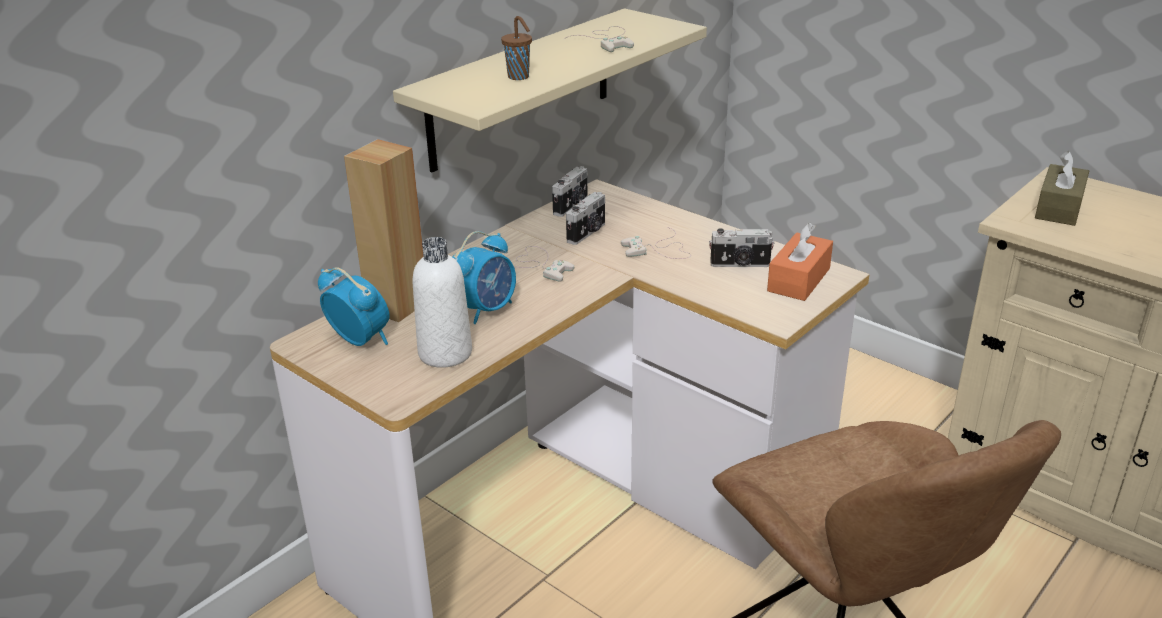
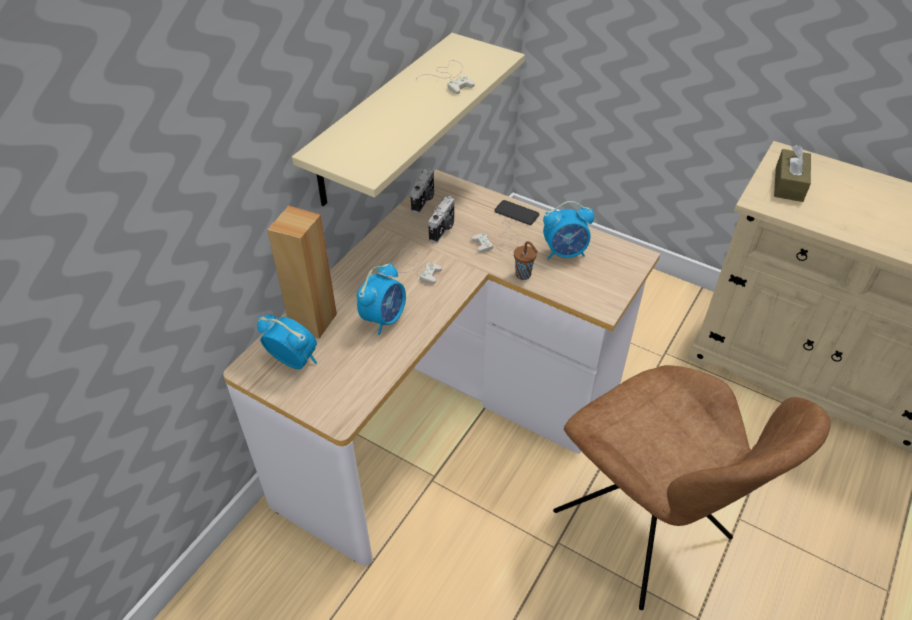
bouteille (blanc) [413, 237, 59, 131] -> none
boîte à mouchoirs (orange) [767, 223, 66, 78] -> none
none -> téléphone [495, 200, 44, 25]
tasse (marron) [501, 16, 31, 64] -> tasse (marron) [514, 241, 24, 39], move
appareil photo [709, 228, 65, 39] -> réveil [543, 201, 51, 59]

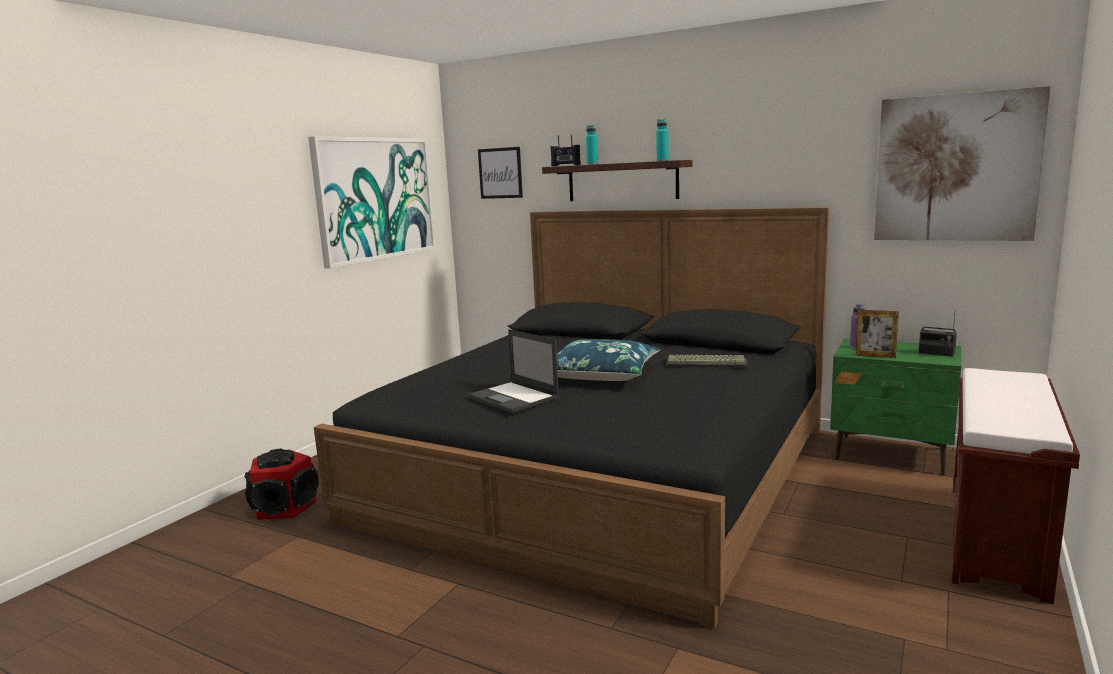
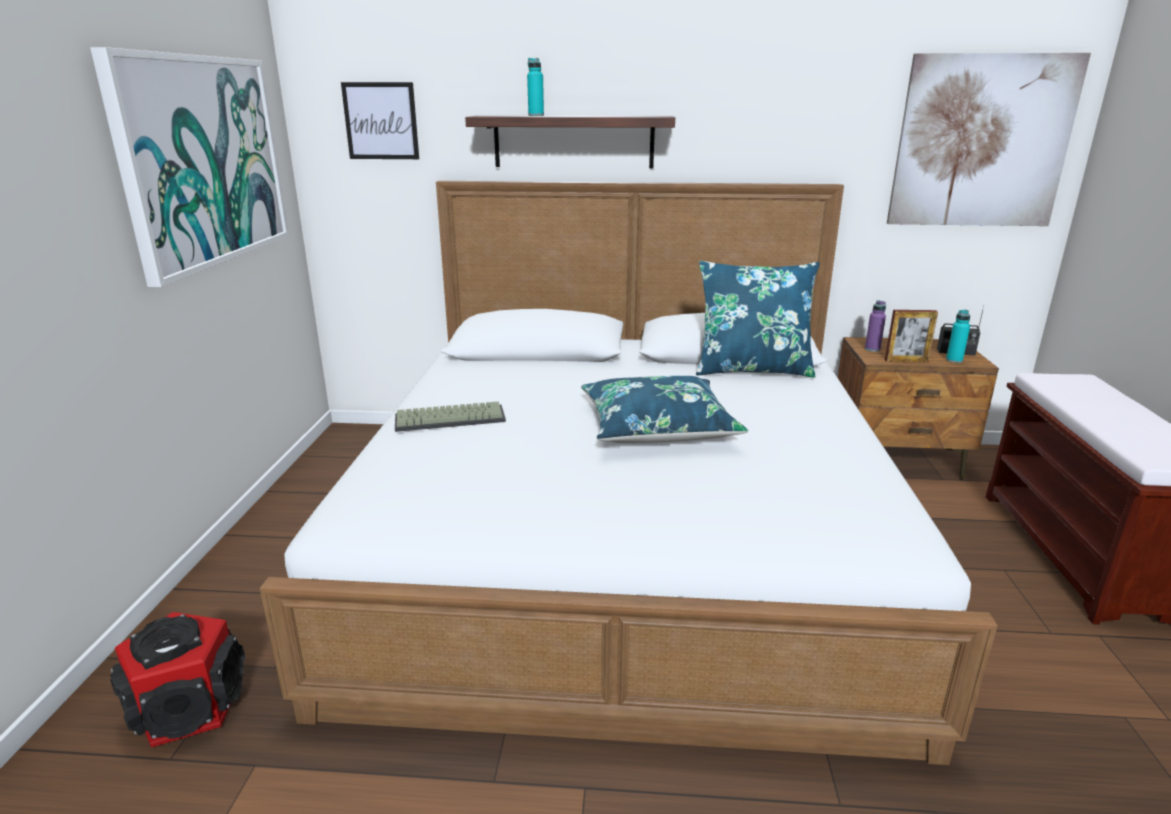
ordinateur portable [467, 329, 92, 84] -> none
radio [551, 134, 30, 32] -> none
none -> coussin (bleu) [696, 261, 124, 117]
bouteille (turquoise) [656, 119, 13, 42] -> bouteille (turquoise) [946, 310, 24, 53], move
clavier [666, 355, 82, 13] -> clavier [395, 402, 111, 30], move
lit (noir) [314, 207, 515, 422] -> lit (blanc) [260, 181, 738, 584]
table de chevet (vert) [830, 338, 131, 137] -> table de chevet (marron) [838, 337, 161, 143]

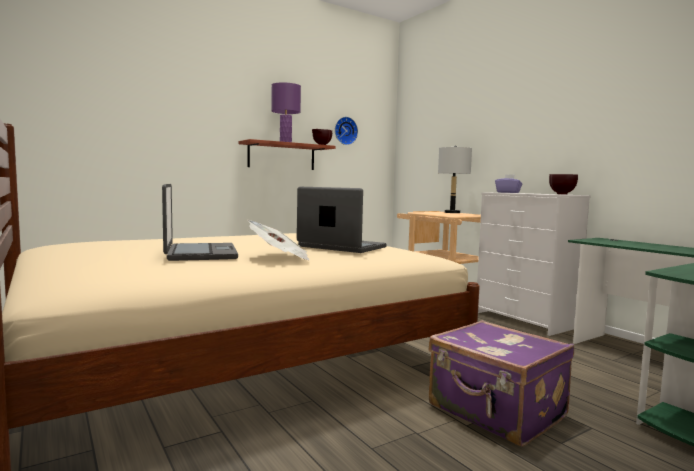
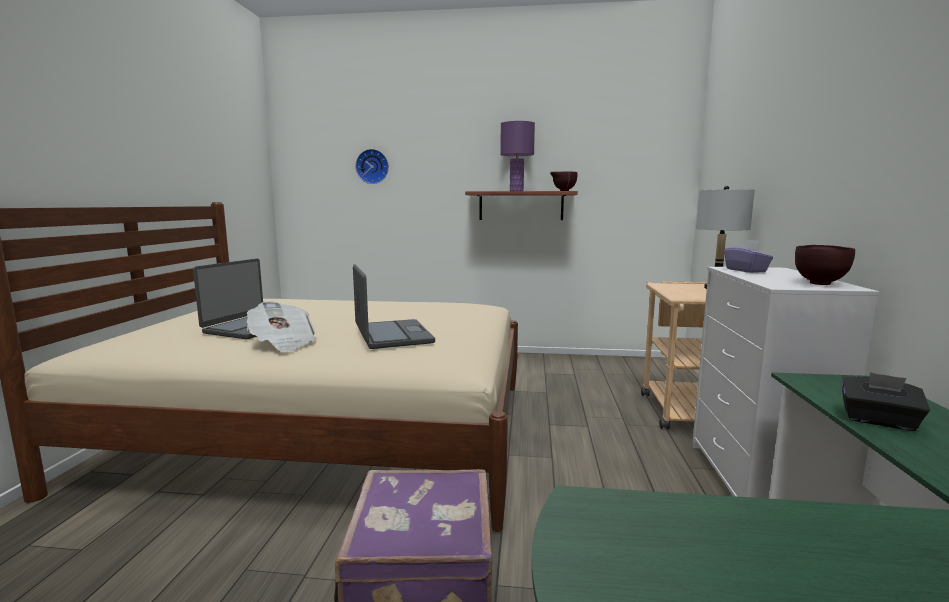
none -> boîte à mouchoirs (noir) [841, 372, 89, 59]
horloge murale [335, 117, 23, 28] -> horloge murale [355, 149, 34, 35], move

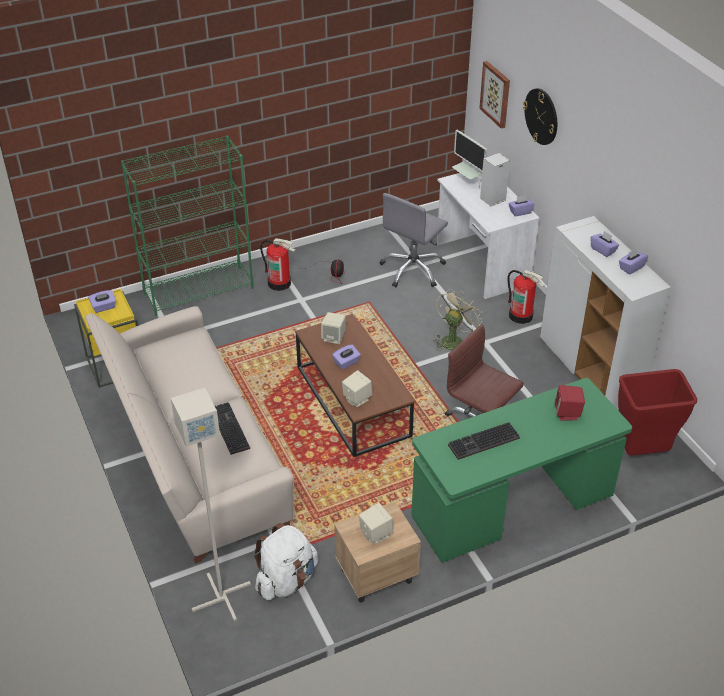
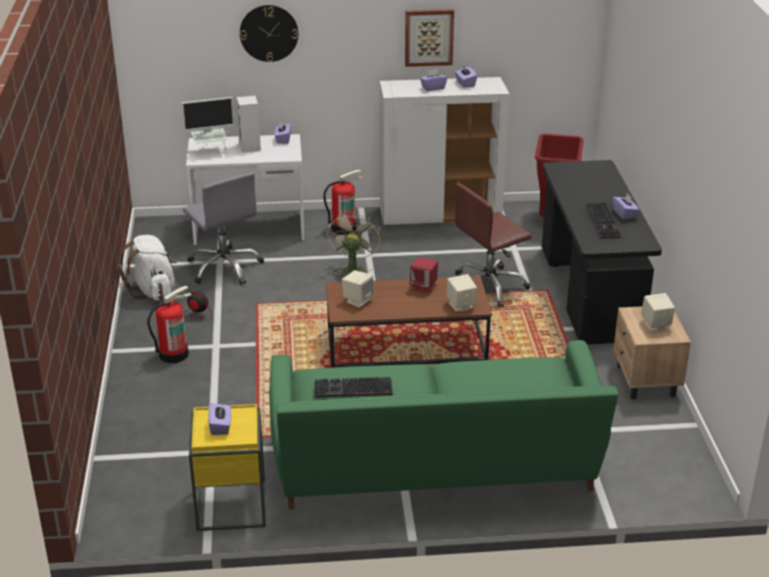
bibliothèque (vert) [121, 136, 132, 180] -> none
lampadaire (gris) [171, 388, 80, 233] -> none
clavier [215, 402, 35, 53] -> clavier [314, 377, 79, 21], move
sac à dos (blanc) [253, 523, 65, 77] -> sac à dos (blanc) [119, 235, 57, 65], move
boîte à mouchoirs (violet) [332, 344, 29, 25] -> boîte à mouchoirs (violet) [613, 193, 26, 27], move
tableau [479, 61, 31, 68] -> tableau [405, 9, 49, 58], move
enceinte (rouge) [554, 385, 31, 35] -> enceinte (rouge) [410, 257, 28, 36], move
canapé (beige) [85, 306, 209, 258] -> canapé (vert) [269, 340, 349, 169]
bureau (vert) [411, 378, 221, 185] -> bureau (noir) [542, 160, 120, 184]
ventilateur (beige) [433, 289, 50, 62] -> ventilateur (beige) [327, 211, 53, 71], 45 degrees clockwise

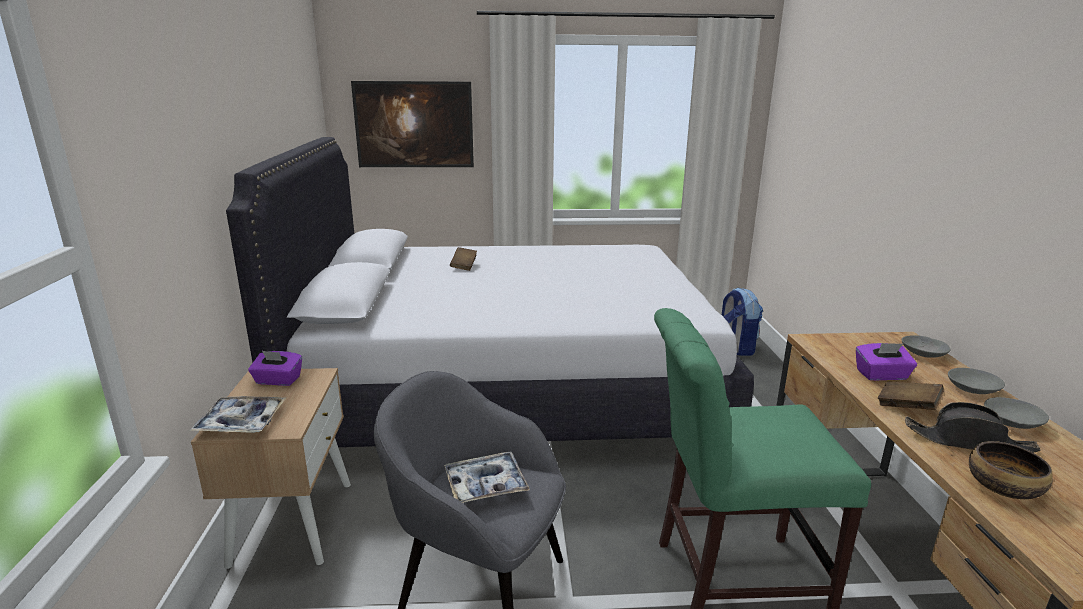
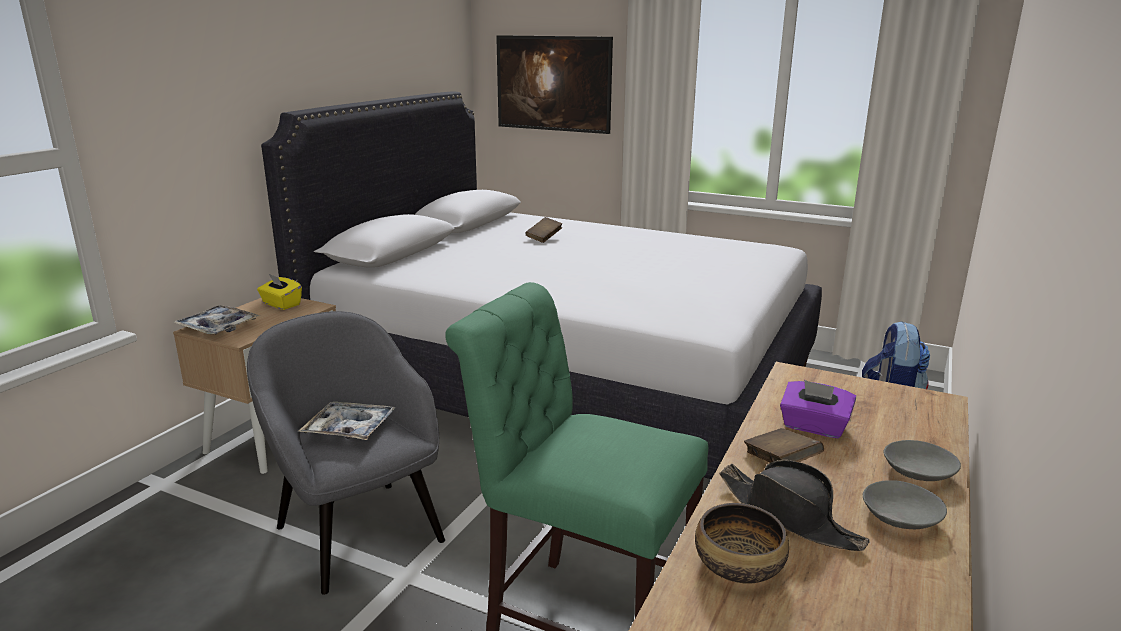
bol (gris) [902, 335, 48, 23] -> none
boîte à mouchoirs (violet) [248, 351, 54, 35] -> boîte à mouchoirs (jaune) [257, 274, 45, 36]

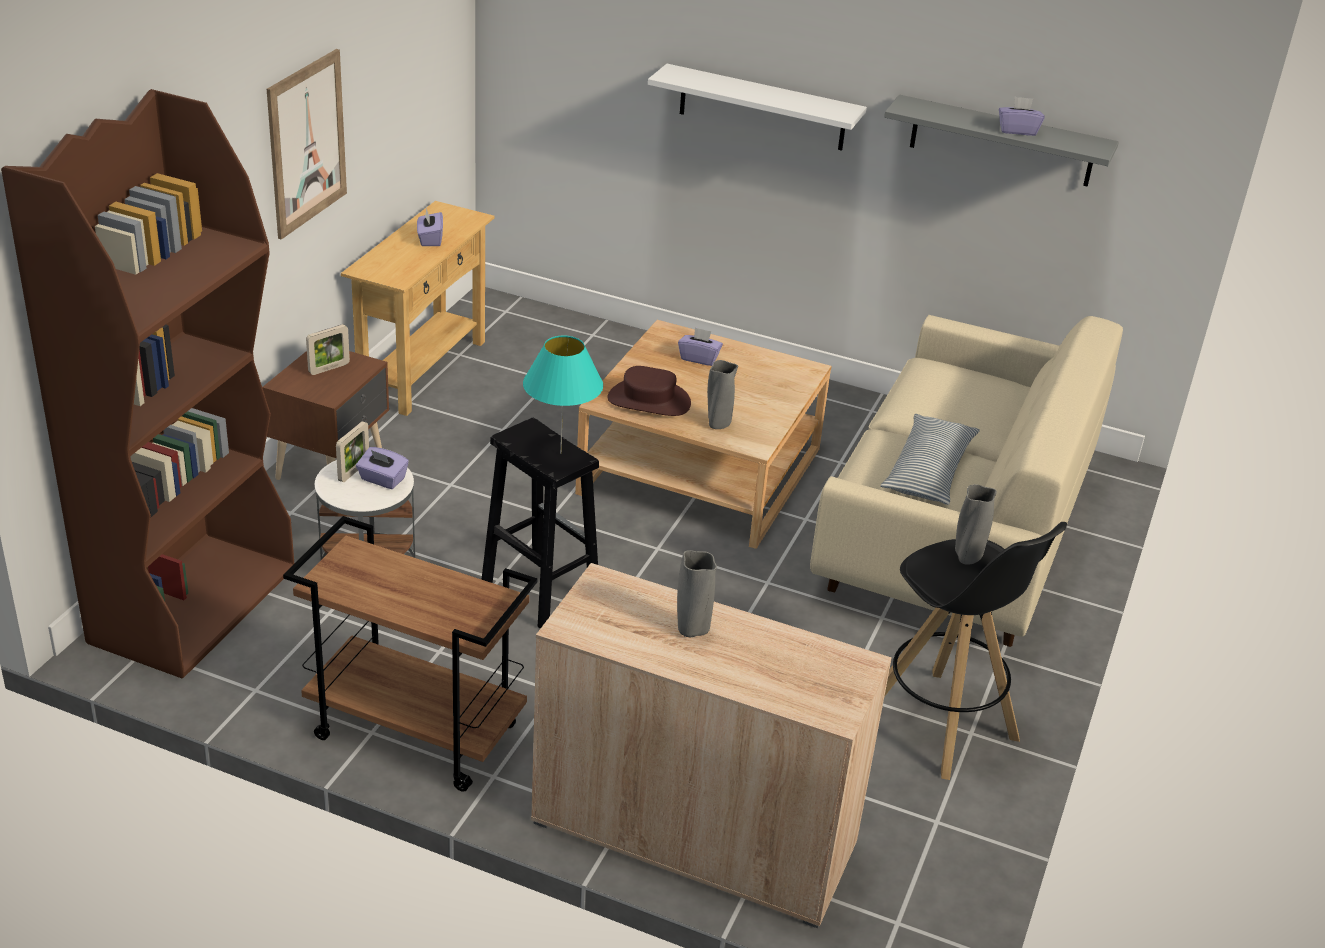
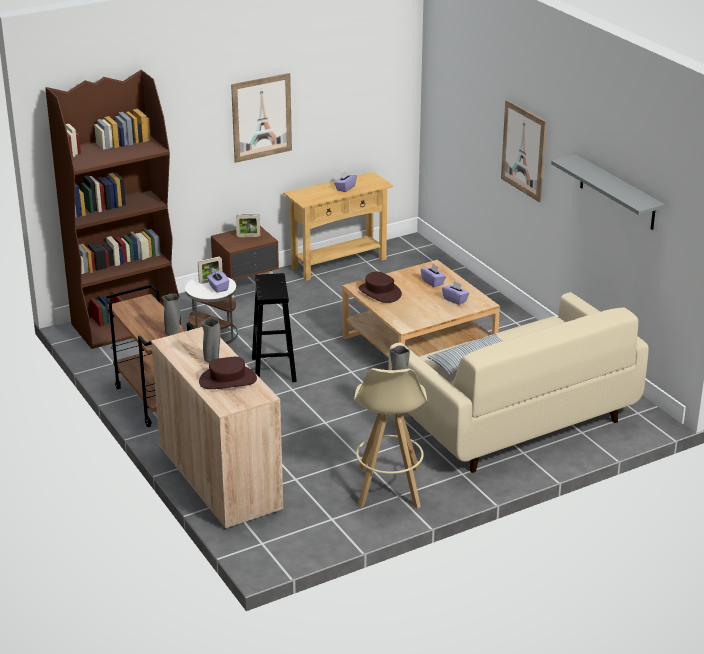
lampe de table (turquoise) [523, 335, 80, 119] -> none
none -> chapeau (marron) [199, 357, 58, 32]
vase (gris) [708, 360, 30, 69] -> vase (gris) [162, 293, 18, 43], move
boîte à mouchoirs (violet) [999, 96, 46, 40] -> boîte à mouchoirs (violet) [442, 281, 27, 24], move
étagère (blanc) [648, 64, 219, 87] -> tableau [501, 100, 46, 102]
tabouret (noir) [884, 522, 183, 258] -> tabouret (beige) [354, 368, 73, 141]

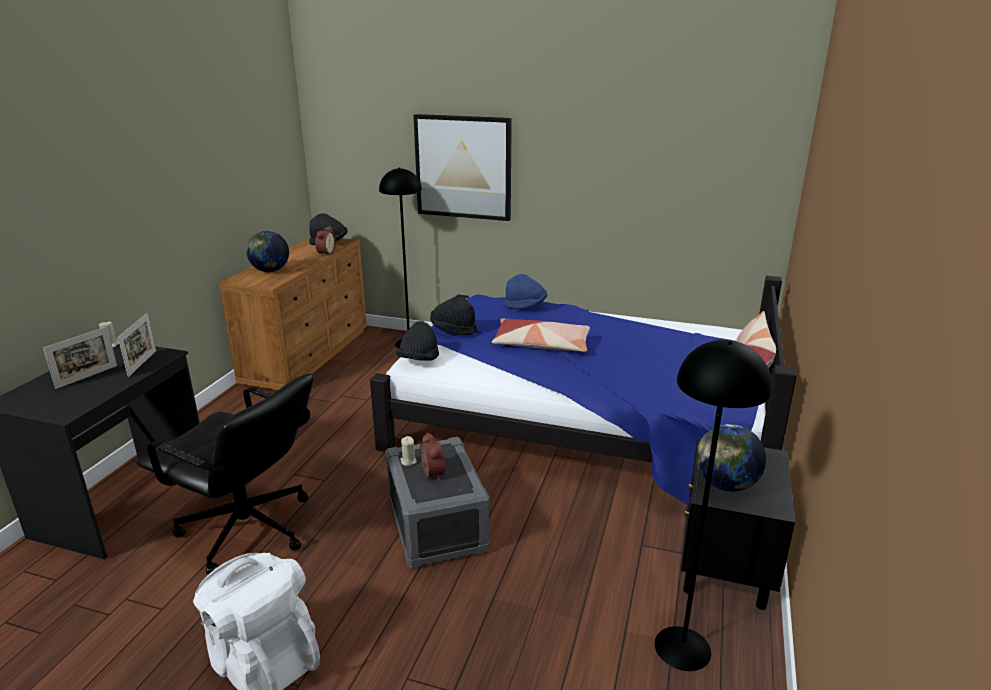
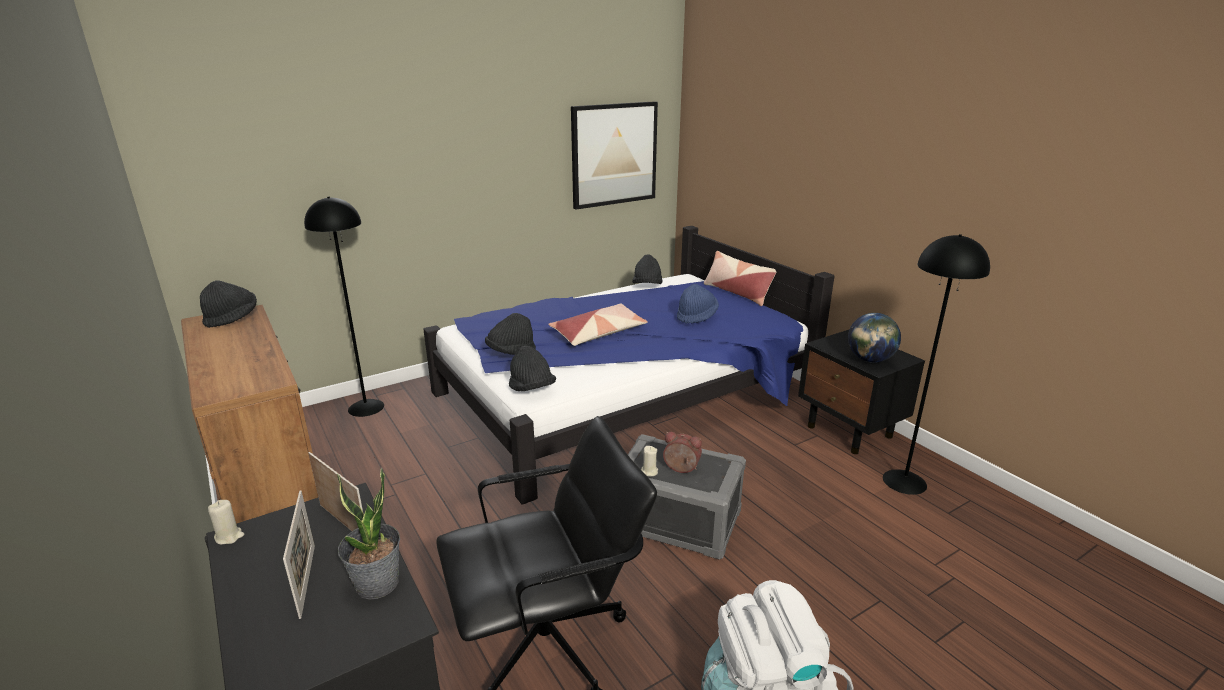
globe [246, 231, 43, 41] -> none
réveil [315, 226, 21, 30] -> none
none -> plante en pot [337, 467, 63, 133]
none -> chapeau (noir) [632, 255, 31, 29]
tableau [413, 114, 99, 107] -> tableau [571, 101, 87, 109], move
chapeau (bleu) [504, 274, 43, 35] -> chapeau (bleu) [677, 284, 42, 40], move

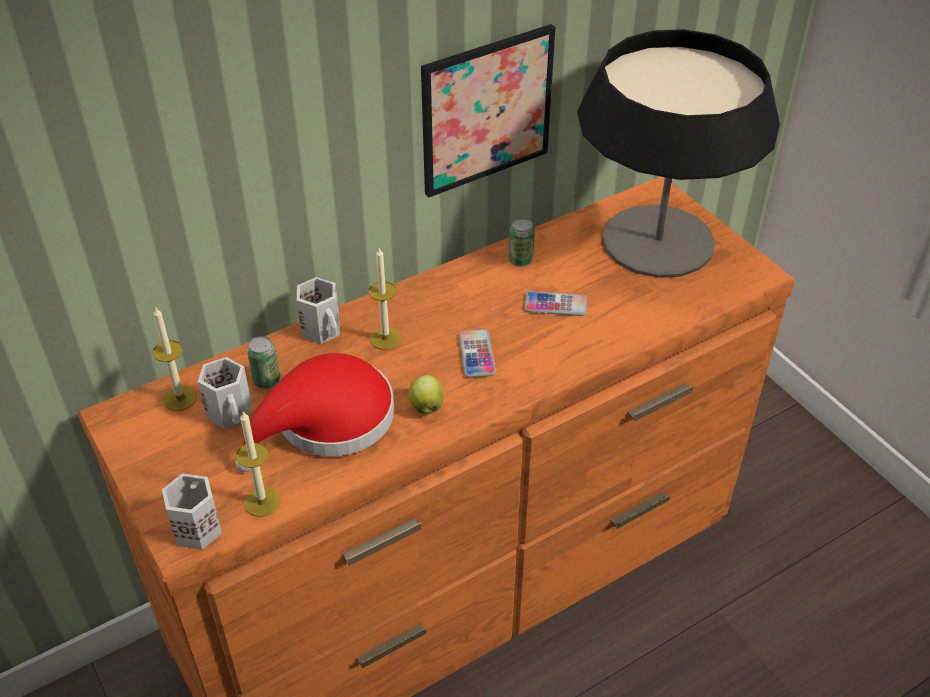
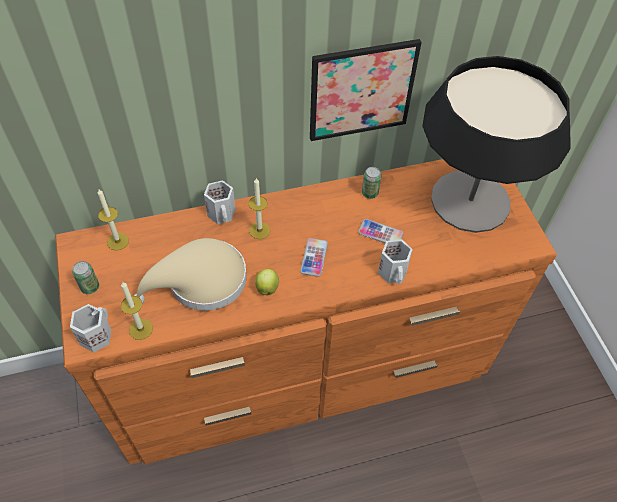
mug (blanc) [198, 357, 54, 72] -> mug (blanc) [378, 239, 35, 45], move
boîte métallique [247, 336, 33, 53] -> boîte métallique [72, 261, 27, 33], move
chapeau (rouge) [235, 353, 159, 119] -> chapeau (beige) [134, 238, 113, 73]

